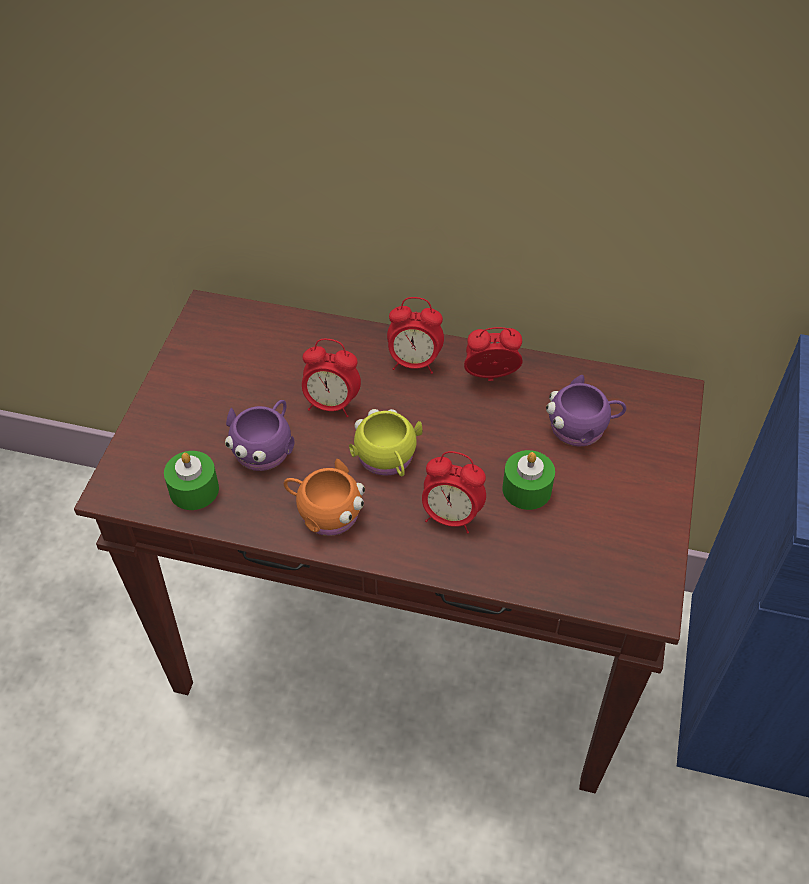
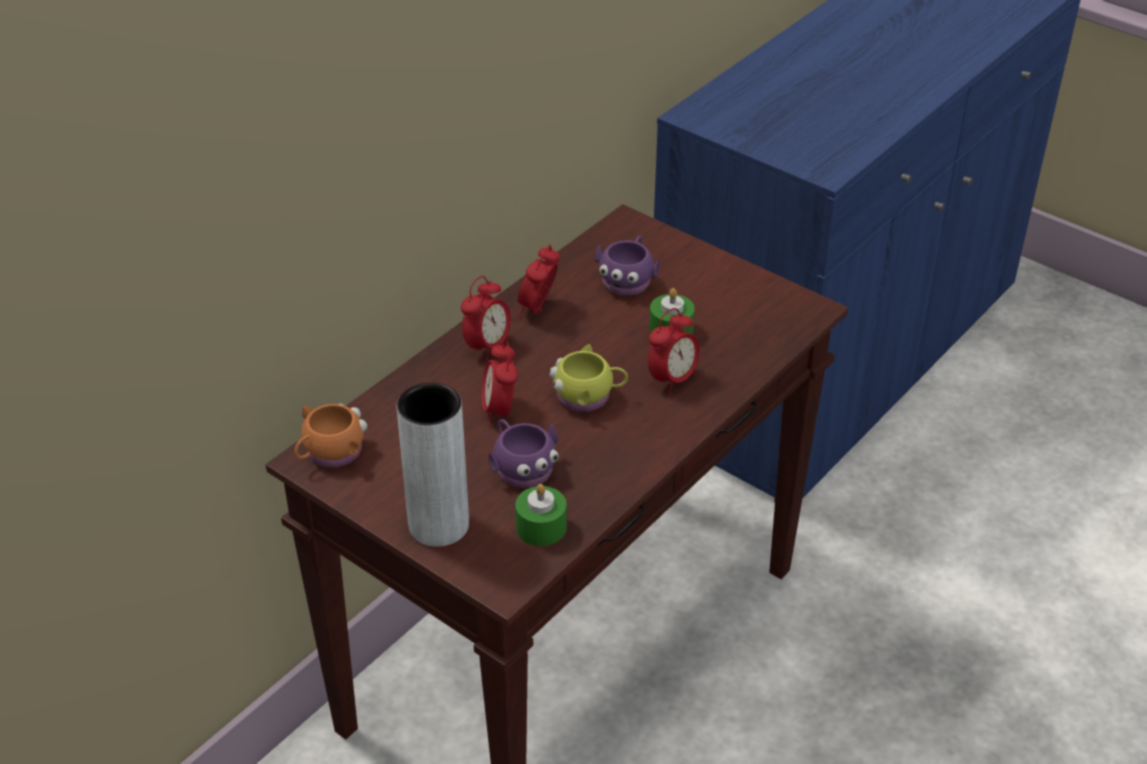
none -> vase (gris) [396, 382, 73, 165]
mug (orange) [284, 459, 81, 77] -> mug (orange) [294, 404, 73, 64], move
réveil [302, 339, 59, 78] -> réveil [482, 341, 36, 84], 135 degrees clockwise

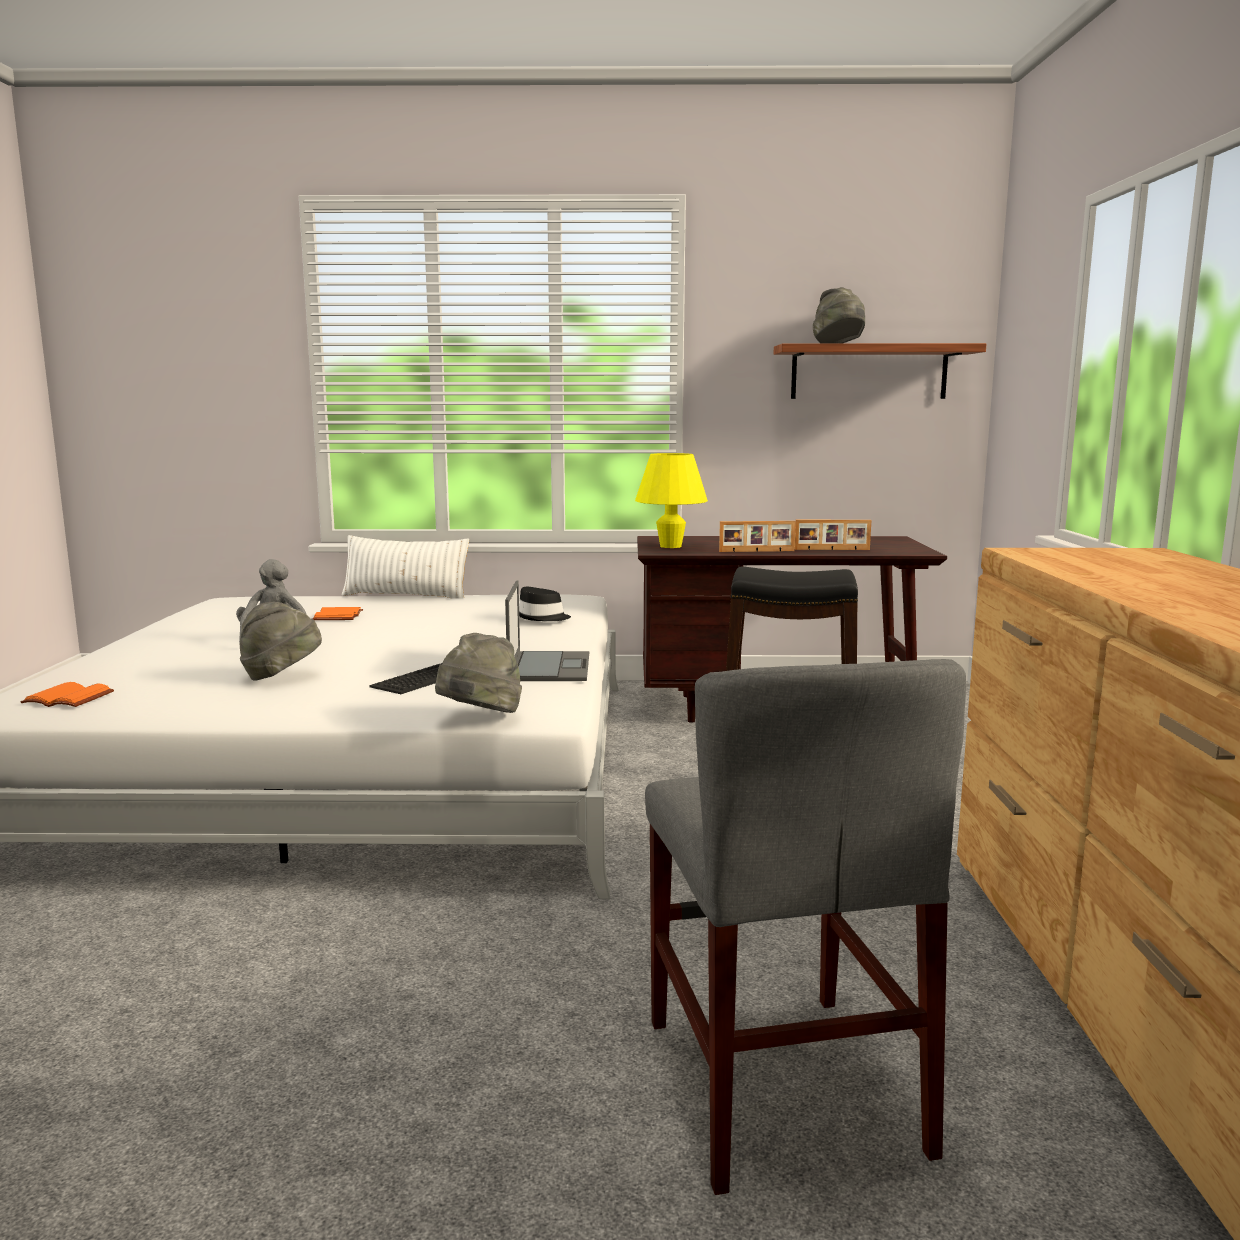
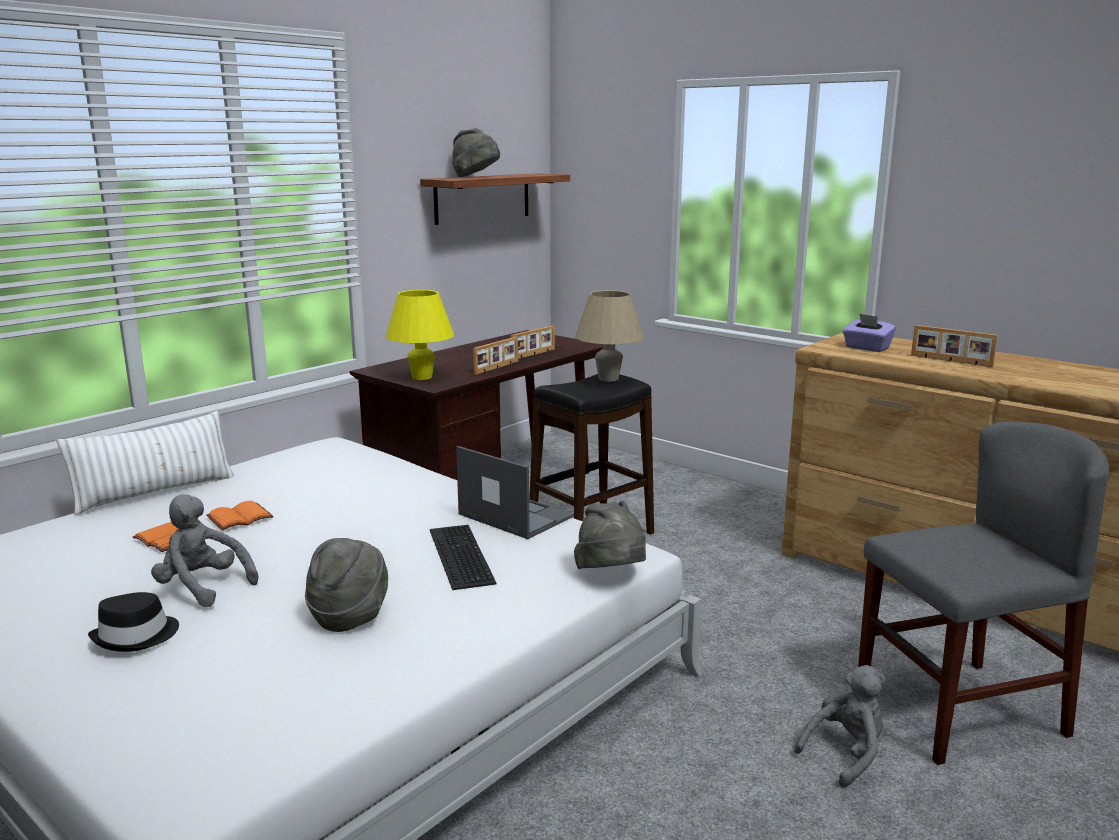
none -> lampe de table (beige) [575, 290, 69, 92]
none -> peluche (gris) [794, 665, 92, 123]
none -> boîte à mouchoirs (violet) [843, 313, 53, 39]
none -> cadre photo [911, 325, 87, 42]
livre (orange) [20, 682, 94, 25] -> livre (orange) [207, 501, 67, 30], move
chapeau (noir) [519, 587, 52, 34] -> chapeau (noir) [88, 592, 91, 60], move
chaise (gris) [645, 659, 321, 536] -> chaise (gris) [858, 421, 251, 344], 45 degrees counterclockwise

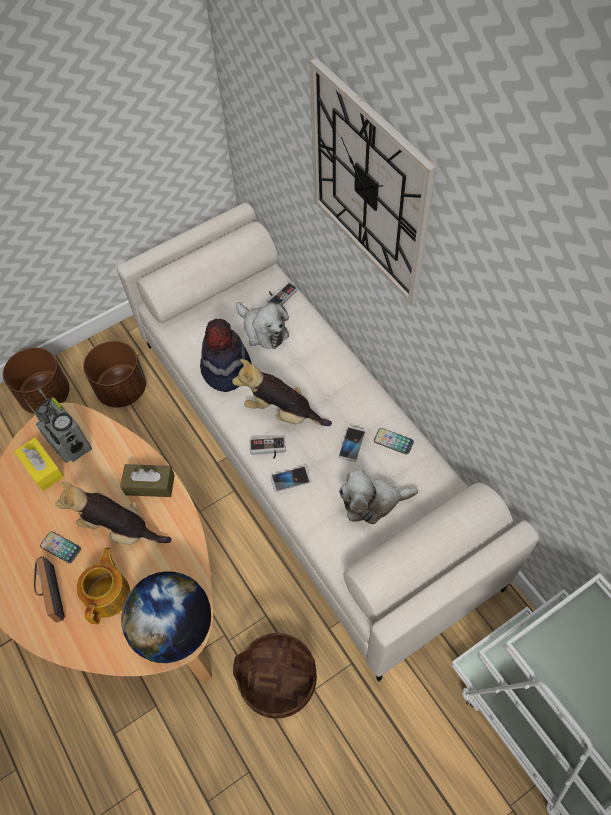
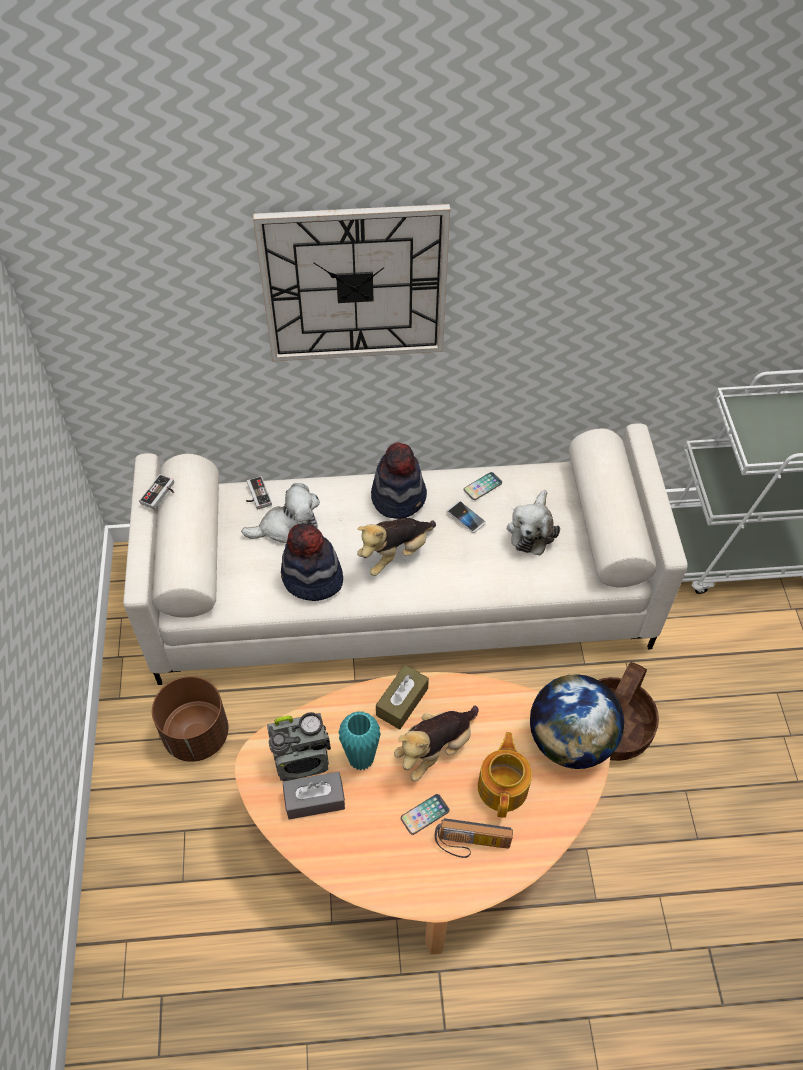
cache-pot (marron) [3, 347, 66, 67] -> none
téléphone [271, 466, 40, 26] -> none
none -> vase (turquoise) [338, 711, 43, 60]
none -> chapeau [371, 442, 56, 77]
manette [250, 437, 36, 22] -> manette [139, 474, 35, 35], move
boîte à mouchoirs (jaune) [14, 437, 50, 54] -> boîte à mouchoirs (gris) [283, 772, 62, 48]
théière [76, 547, 54, 77] -> théière [478, 732, 54, 86], 60 degrees clockwise

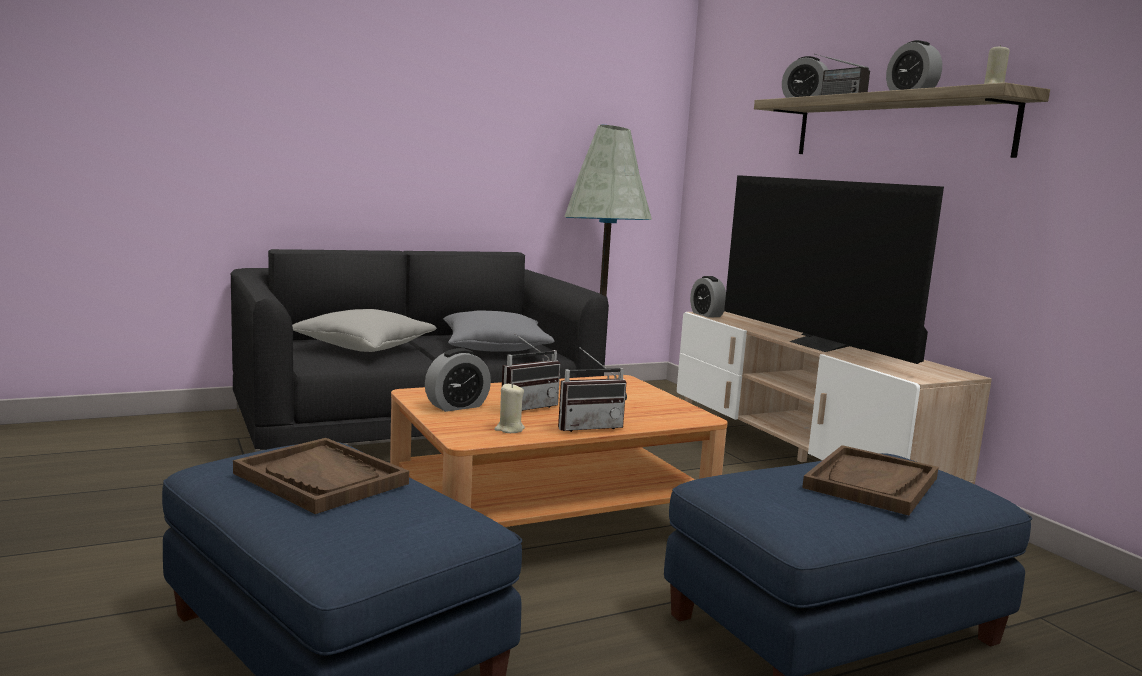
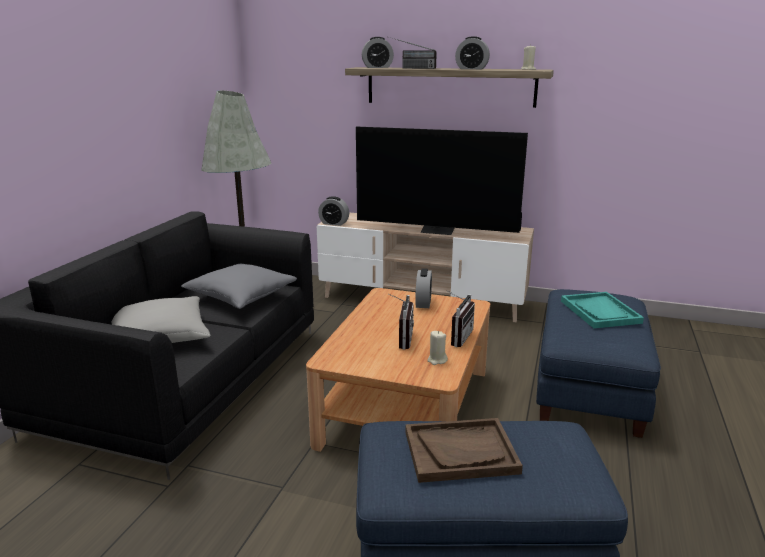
réveil [425, 348, 66, 64] -> réveil [415, 268, 17, 40], move
plateau (marron) [802, 445, 137, 71] -> plateau (turquoise) [561, 292, 83, 36]

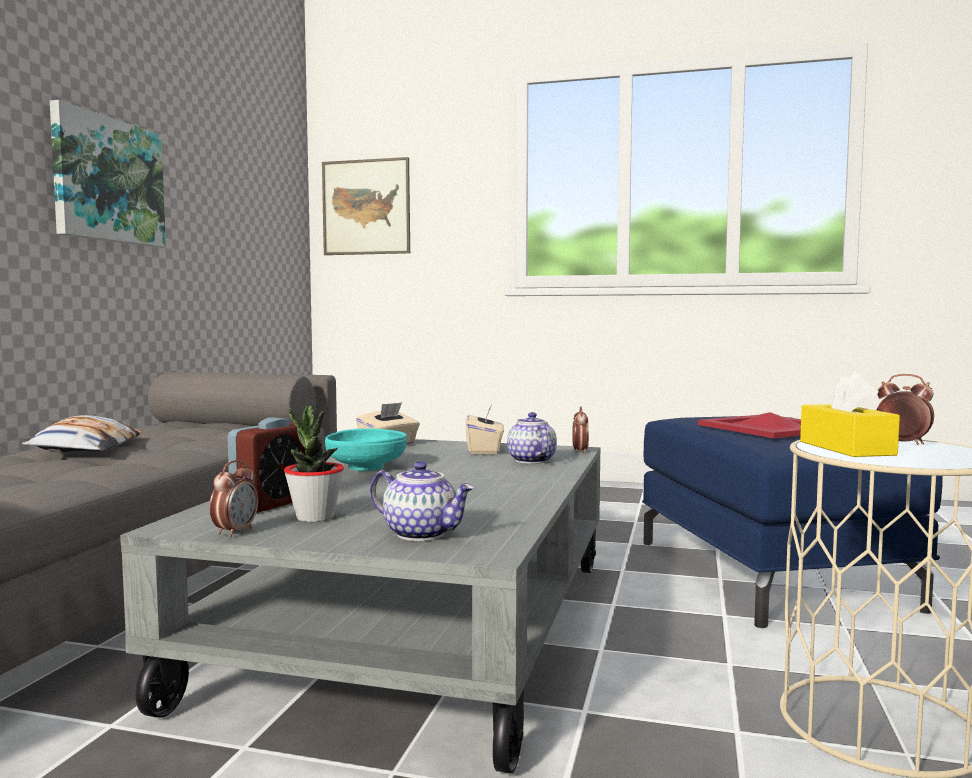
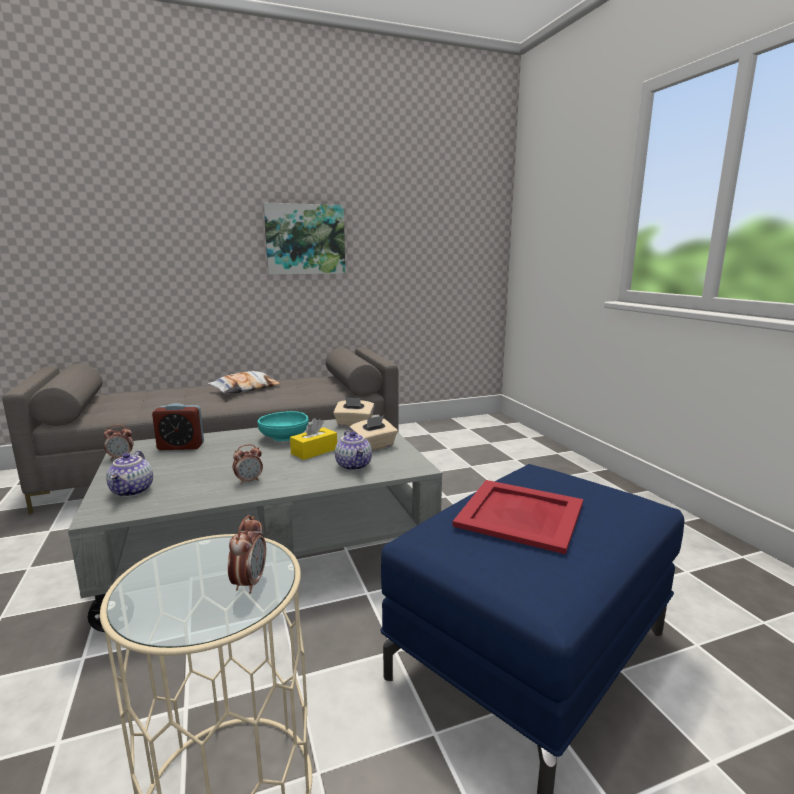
plante en pot [284, 406, 60, 116] -> none
tableau [322, 157, 88, 98] -> none
réveil [572, 406, 17, 48] -> réveil [233, 444, 30, 40], move
boîte à mouchoirs (jaune) [800, 372, 100, 85] -> boîte à mouchoirs (jaune) [290, 418, 47, 42], move
théière [507, 412, 50, 52] -> théière [335, 431, 37, 40], 120 degrees clockwise

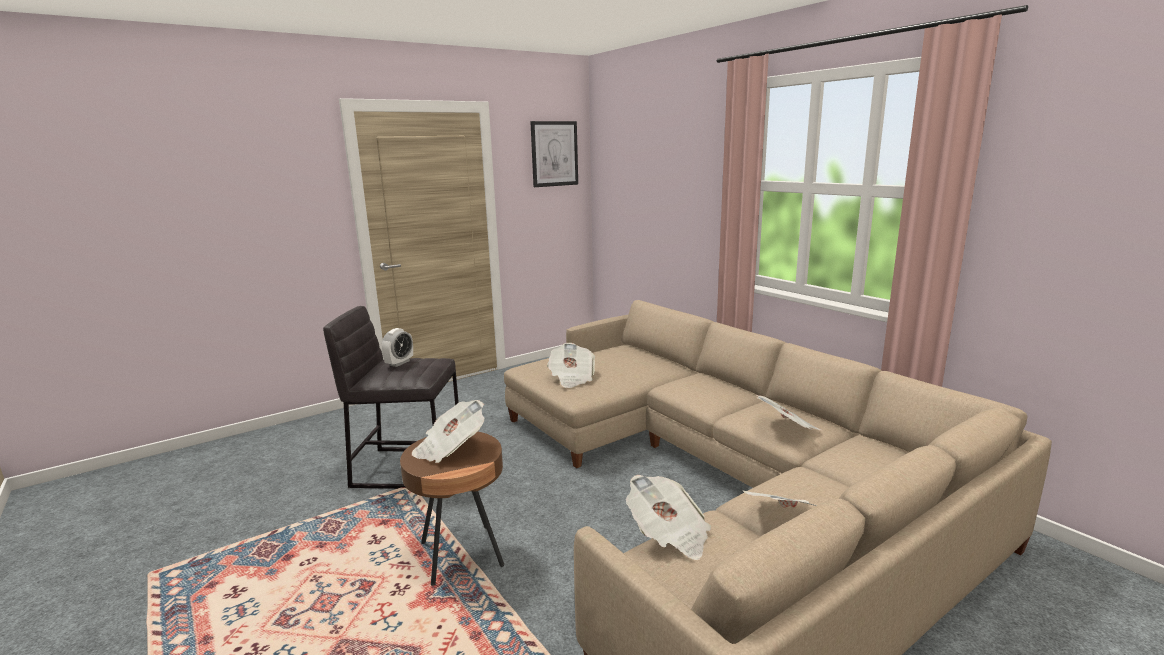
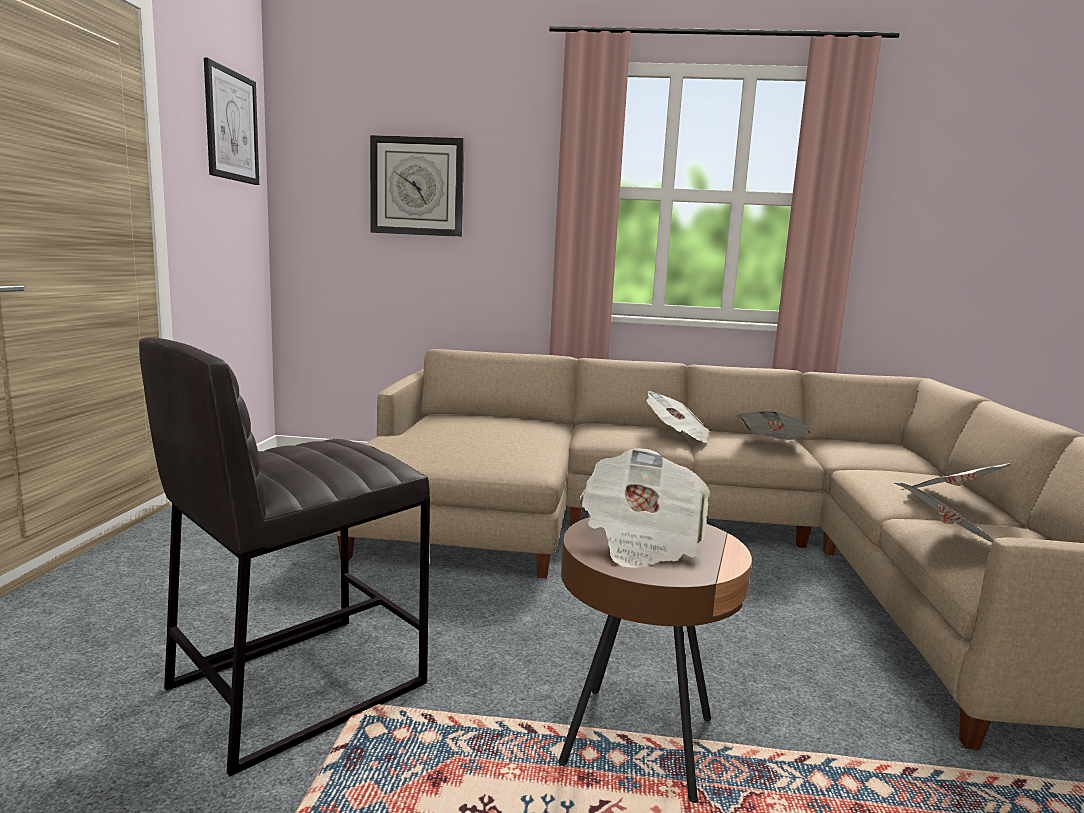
réveil [382, 328, 31, 39] -> none
none -> horloge murale [370, 135, 94, 102]
journal [547, 343, 48, 45] -> journal [647, 391, 62, 52], move

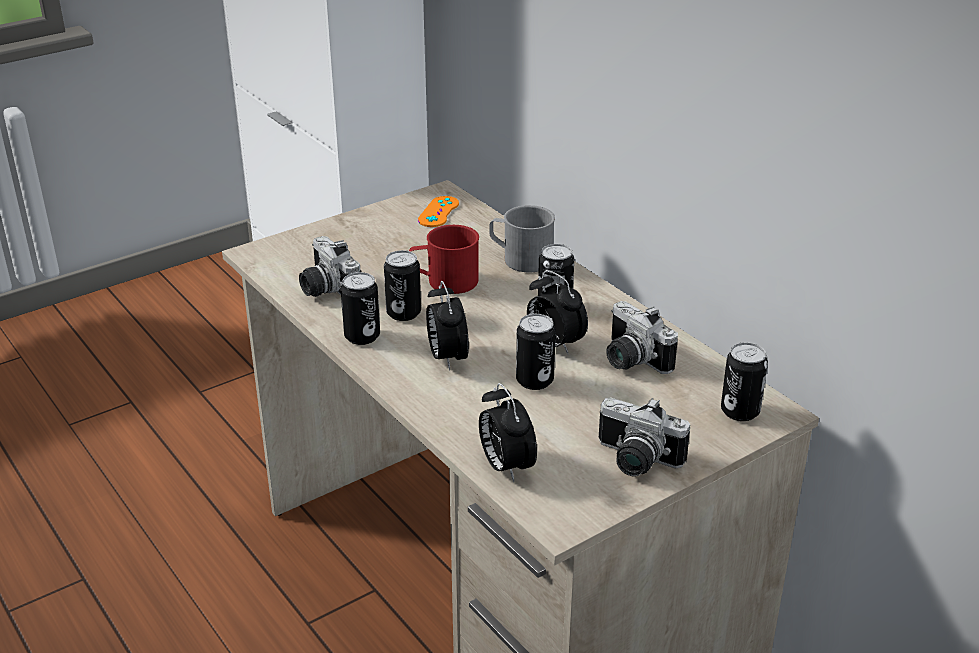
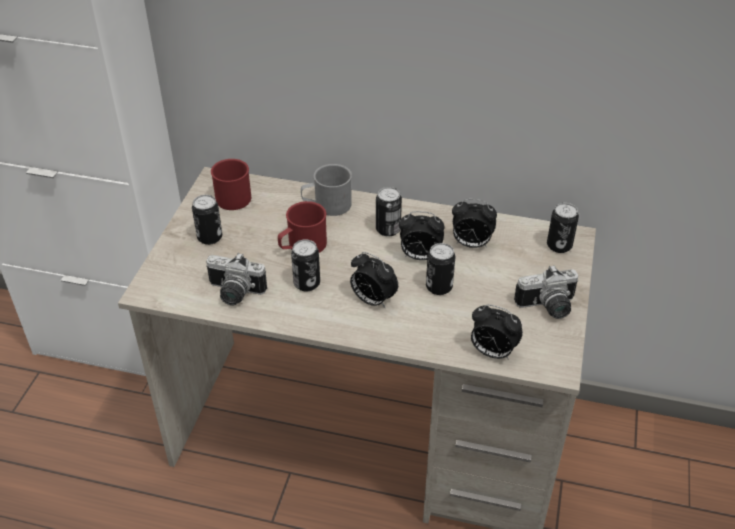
boîte métallique [341, 272, 39, 73] -> boîte métallique [192, 195, 30, 50], move
manette (orange) [418, 196, 41, 31] -> mug (rouge) [211, 159, 40, 51]
appareil photo [606, 301, 72, 73] -> réveil [452, 199, 45, 49]

